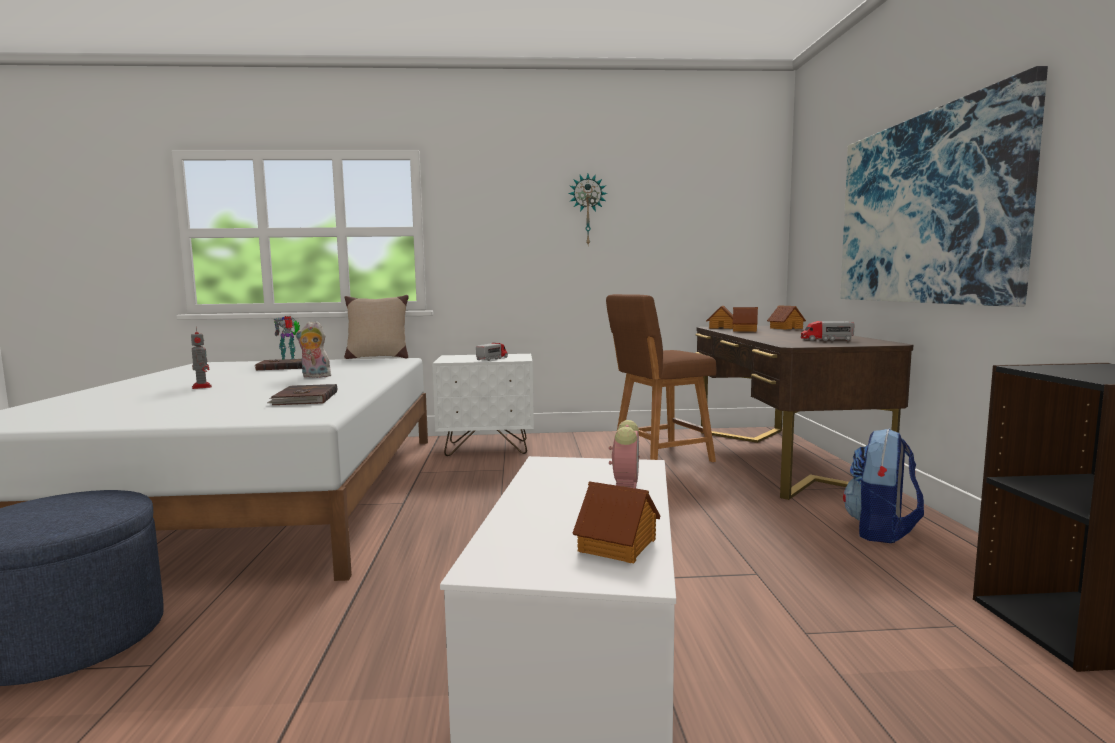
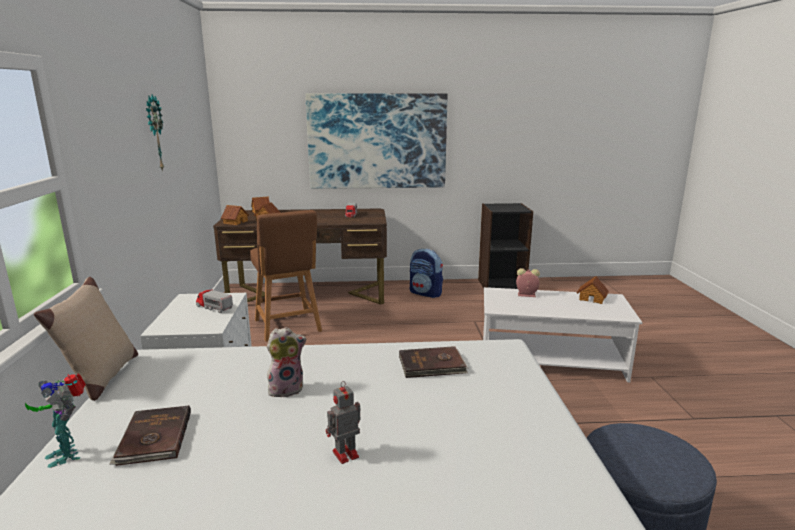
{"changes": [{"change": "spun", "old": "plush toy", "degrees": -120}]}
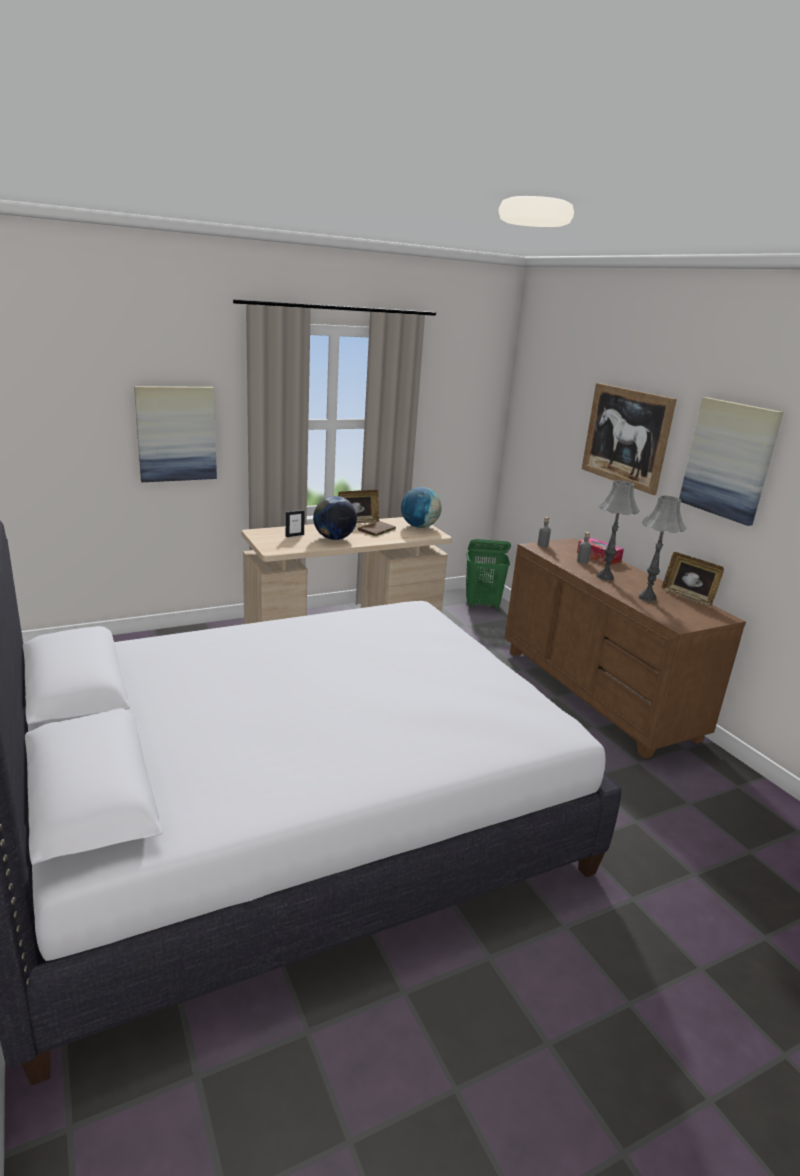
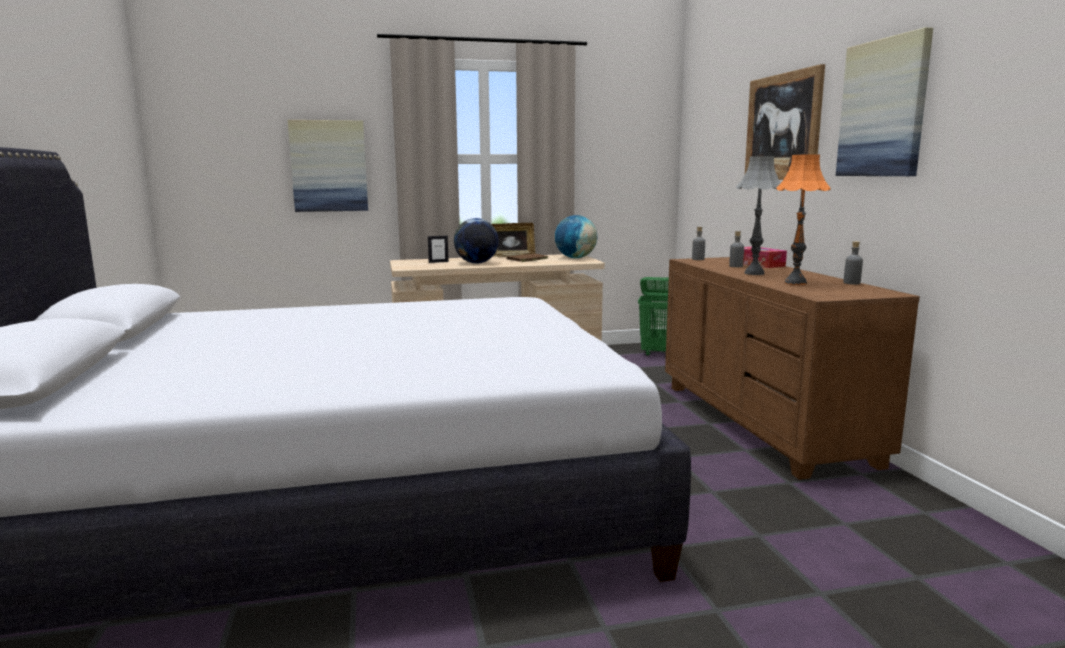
{"changes": [{"change": "colour", "old": "gray lamp for a table (no. 2 from left)", "new": "orangey lamp for a table"}, {"change": "exchanged", "old": "picture frame (no. 3 from left)", "new": "gray drink bottle (no. 3 from left)"}]}
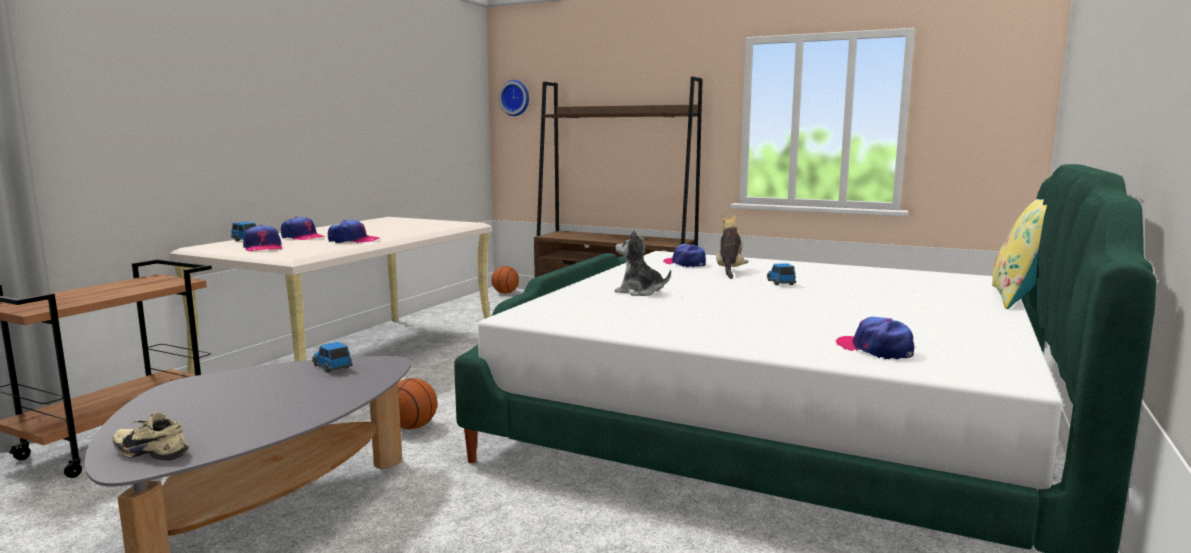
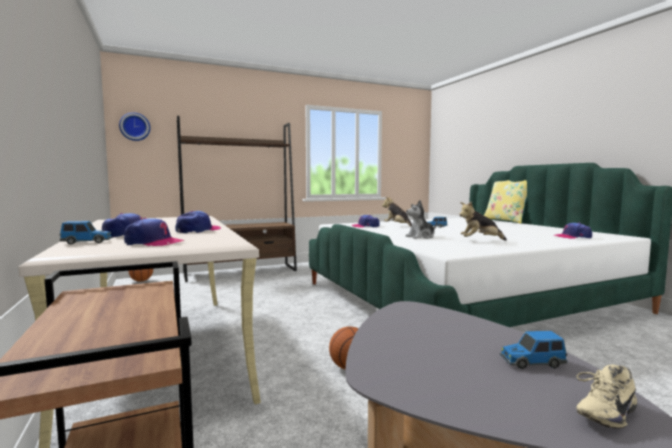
{"changes": [{"change": "relocated", "old": "toy car (no. 2 from left in the first image)", "new": "toy car (no. 3 from left)"}, {"change": "appeared", "new": "plush toy (no. 3 from left)"}]}
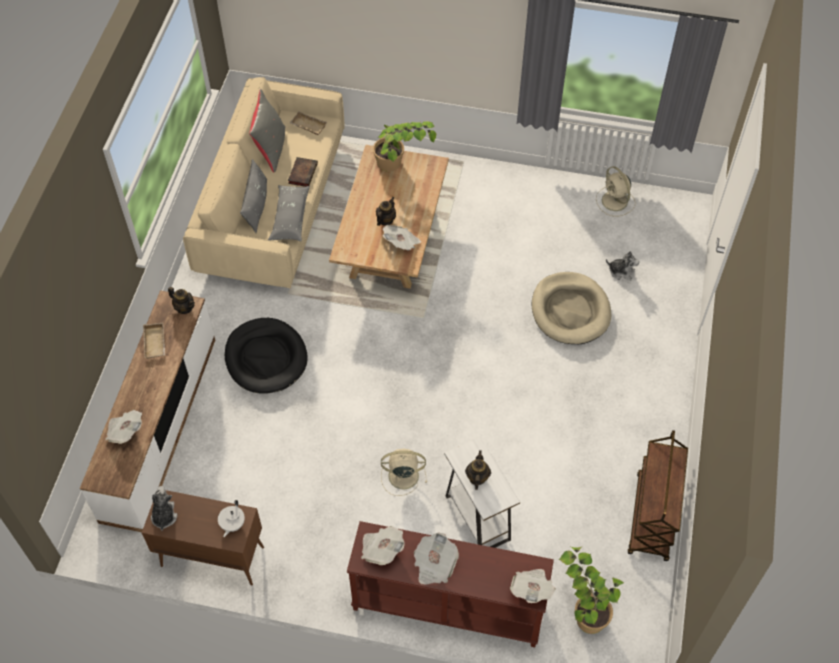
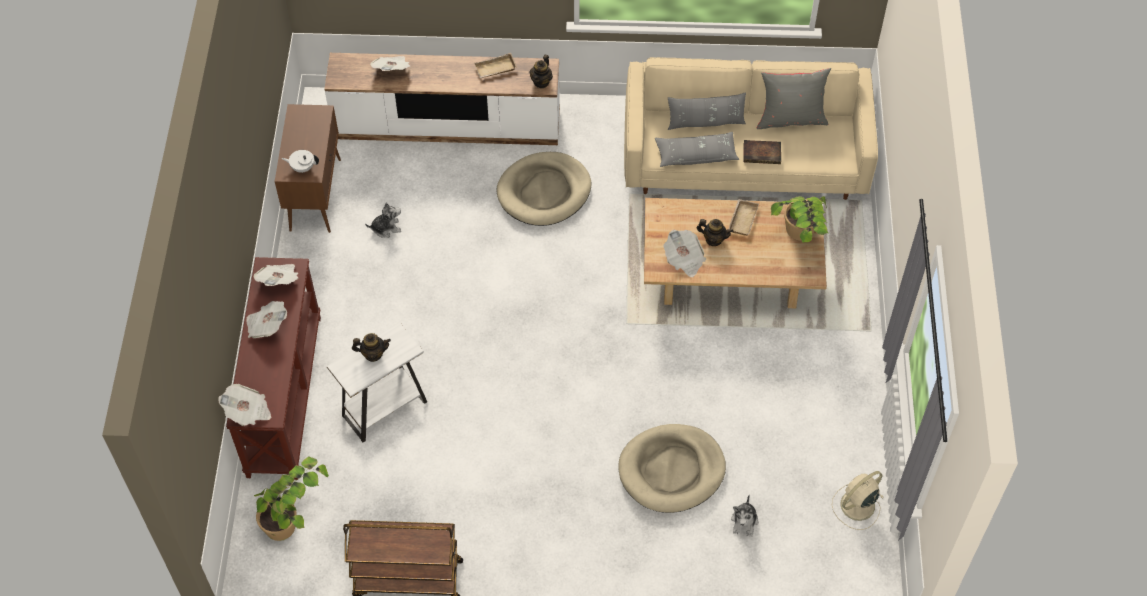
{"changes": [{"change": "relocated", "old": "sand-coloured serving tray (no. 2 from left)"}, {"change": "colour", "old": "black pet bed", "new": "sand-coloured pet bed (no. 1 from left)"}, {"change": "missing", "old": "sand-coloured electric fan (no. 1 from left)"}, {"change": "relocated", "old": "plush toy (no. 1 from left)"}]}
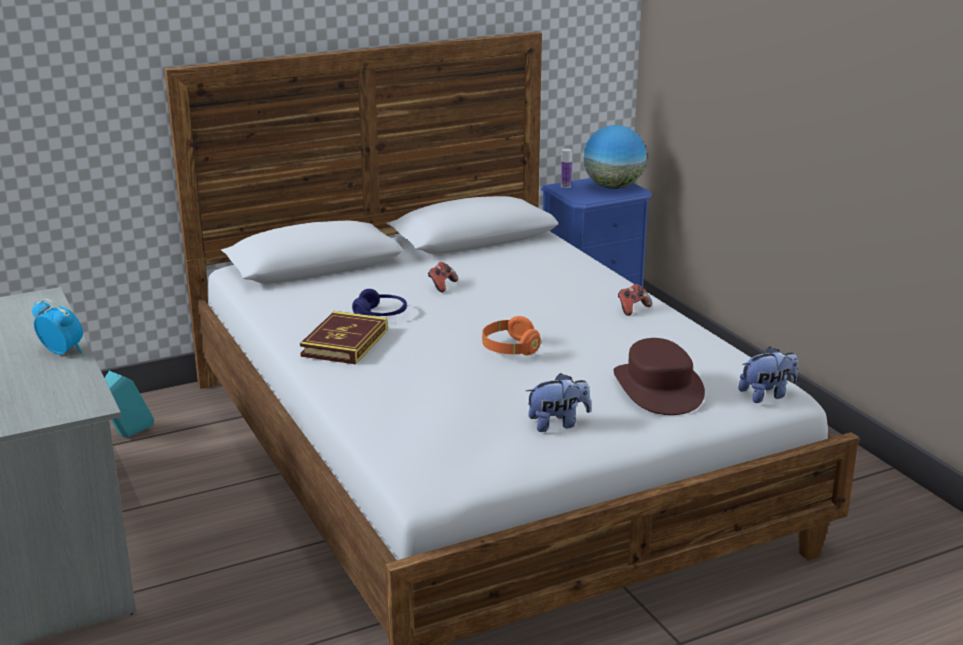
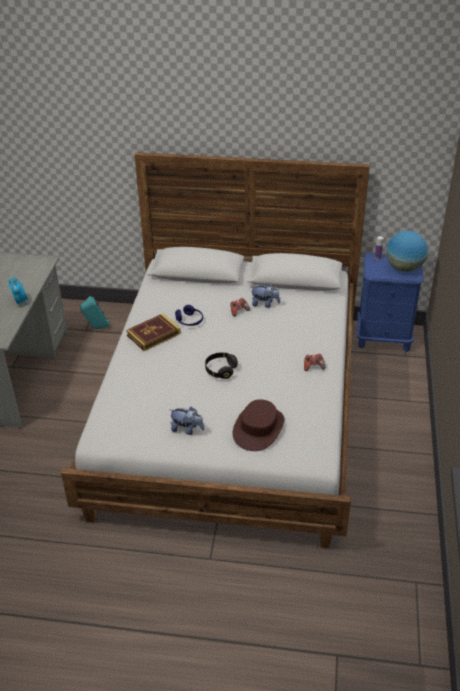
{"changes": [{"change": "colour", "old": "orangey headphones", "new": "black headphones"}, {"change": "relocated", "old": "plush toy (no. 2 from left)"}]}
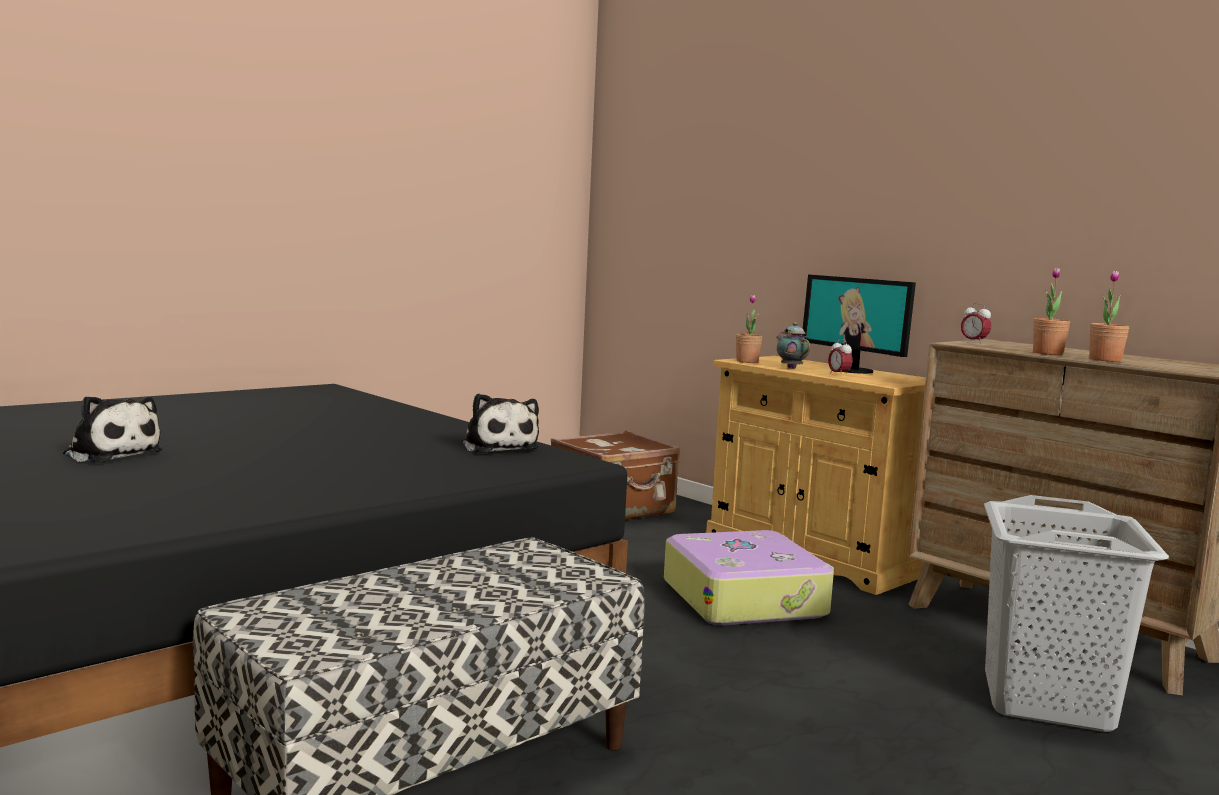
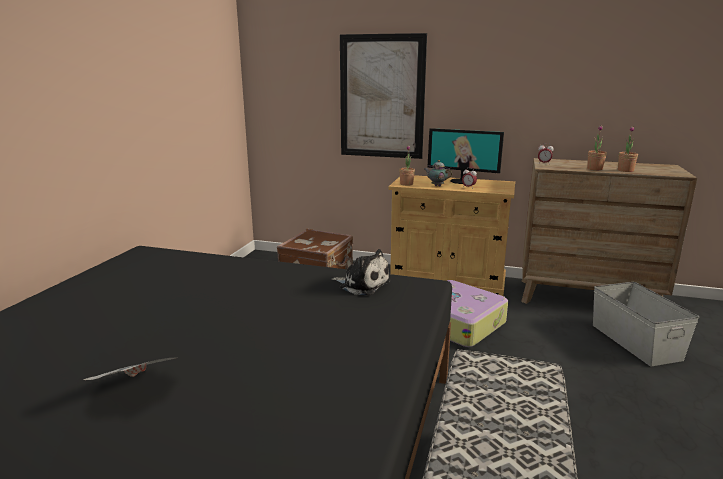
{"changes": [{"change": "exchanged", "old": "plush toy (no. 1 from left)", "new": "printed paper"}, {"change": "exchanged", "old": "gray washing basket", "new": "gray storage box"}, {"change": "appeared", "new": "wall picture"}]}
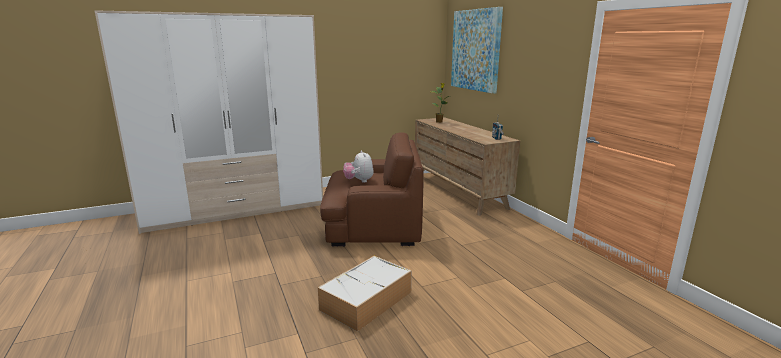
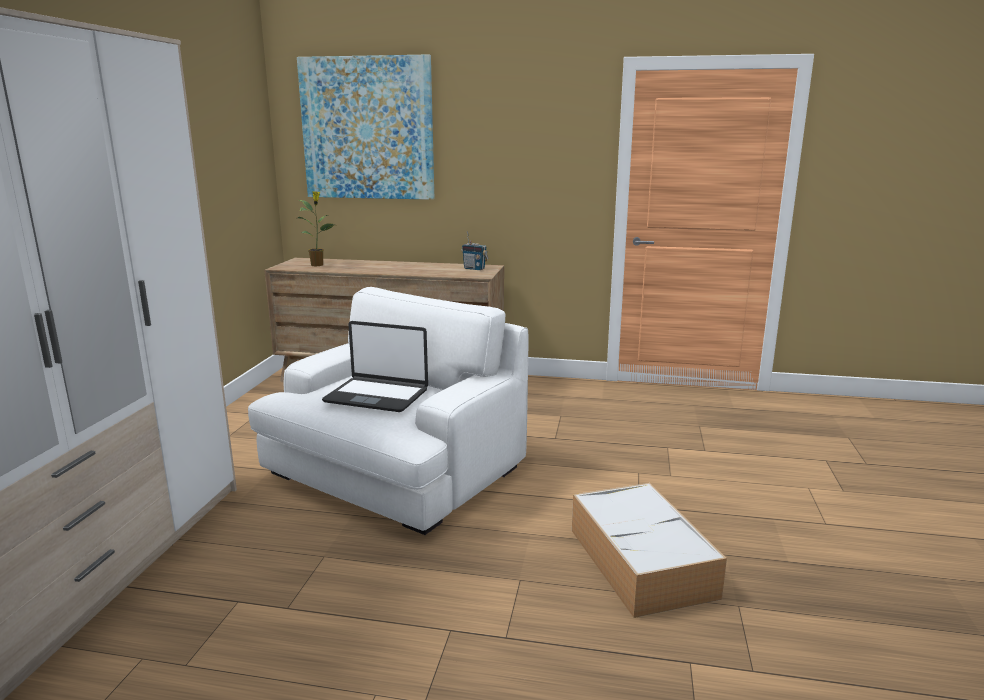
{"changes": [{"change": "colour", "old": "brown-coloured armchair", "new": "white armchair"}, {"change": "exchanged", "old": "plush toy", "new": "laptop"}]}
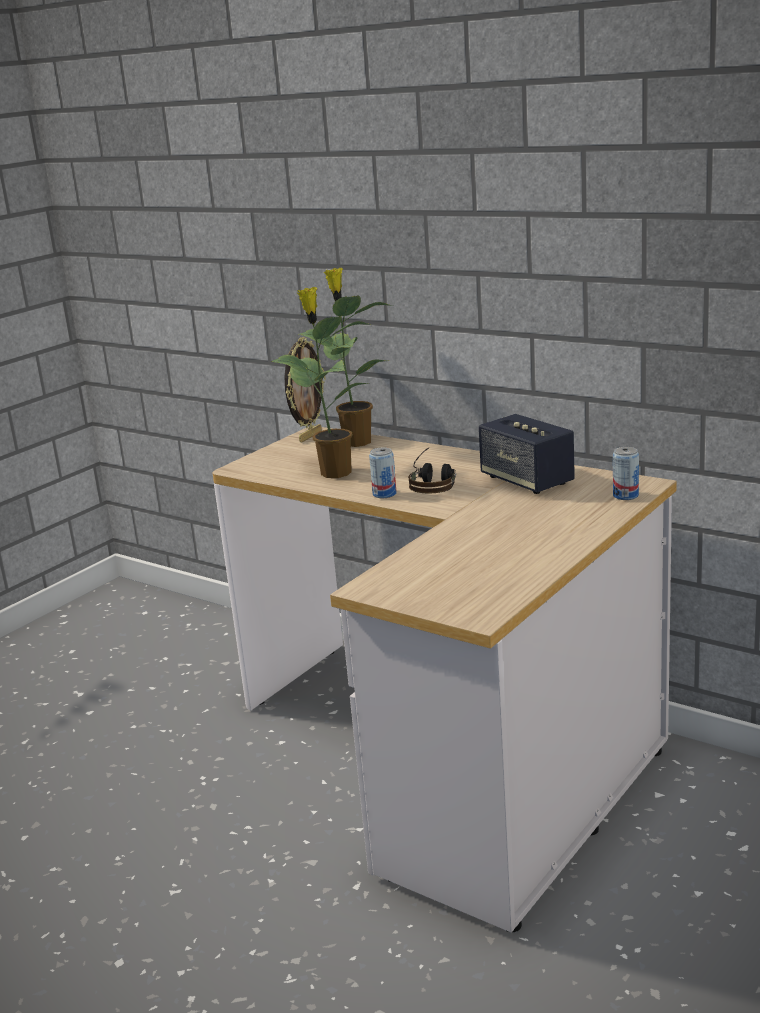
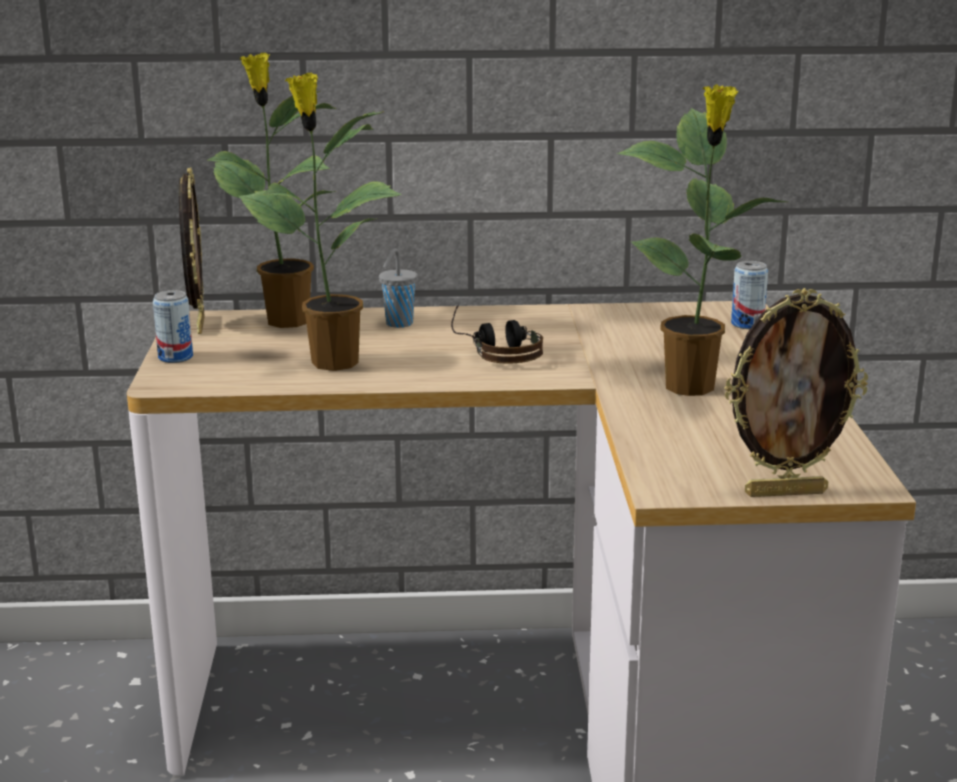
{"changes": [{"change": "missing", "old": "loudspeaker"}, {"change": "relocated", "old": "sealed can (no. 1 from left)"}, {"change": "appeared", "new": "houseplant (no. 3 from left)"}, {"change": "appeared", "new": "gray drinking cup"}, {"change": "appeared", "new": "picture frame (no. 2 from left)"}]}
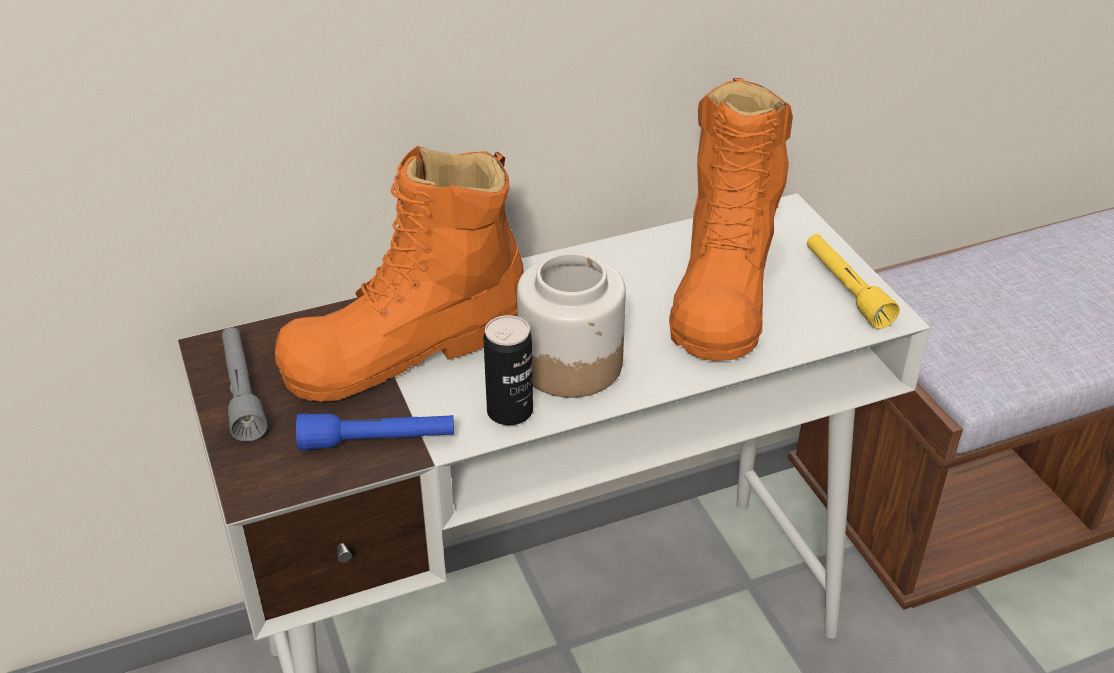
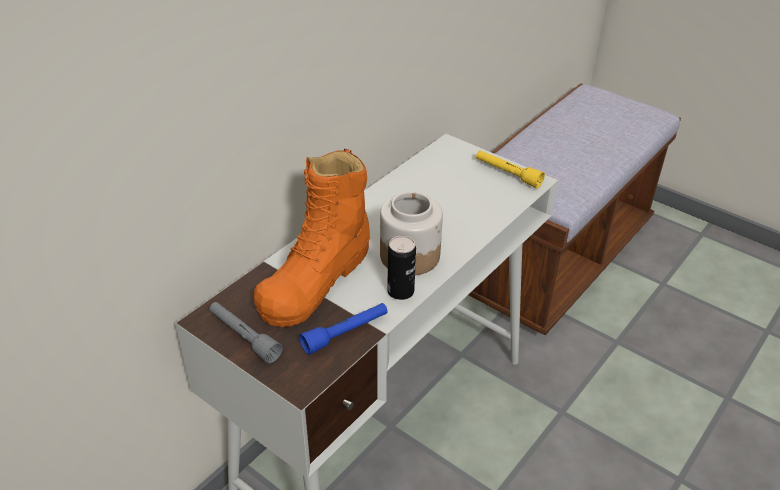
{"changes": [{"change": "missing", "old": "orangey boot (no. 2 from left)"}]}
